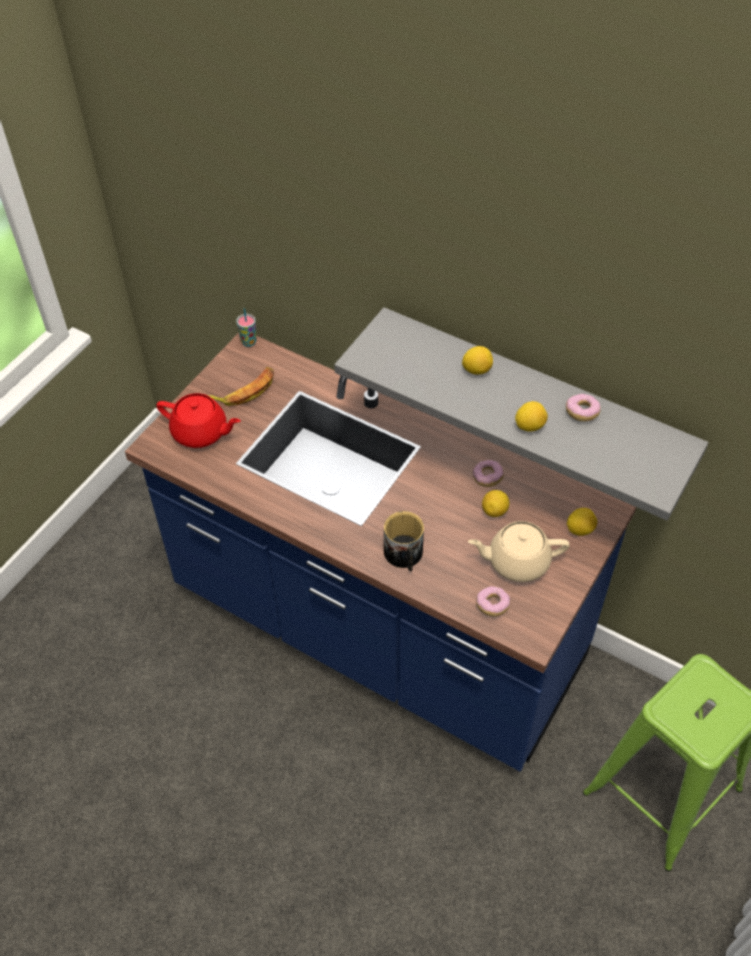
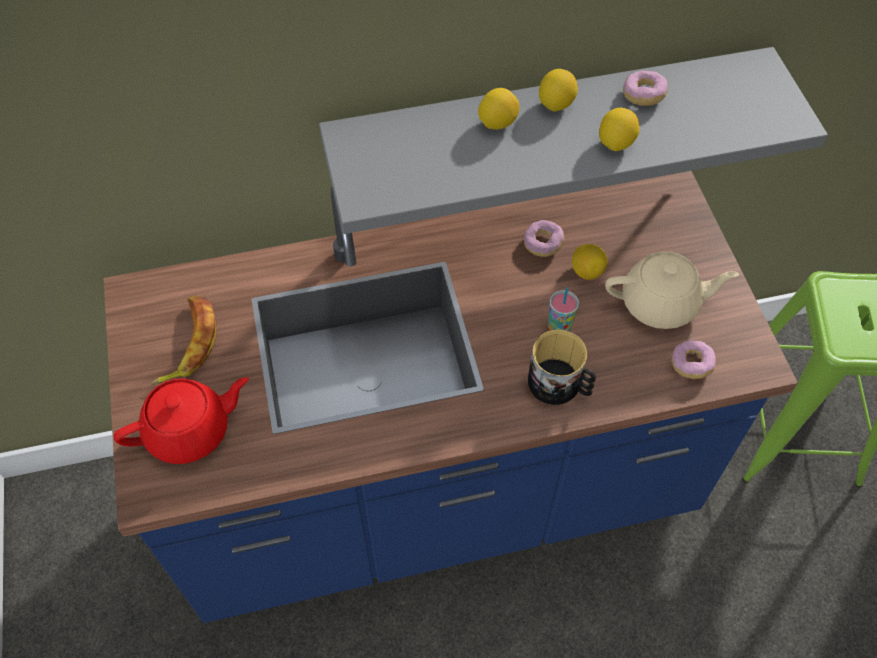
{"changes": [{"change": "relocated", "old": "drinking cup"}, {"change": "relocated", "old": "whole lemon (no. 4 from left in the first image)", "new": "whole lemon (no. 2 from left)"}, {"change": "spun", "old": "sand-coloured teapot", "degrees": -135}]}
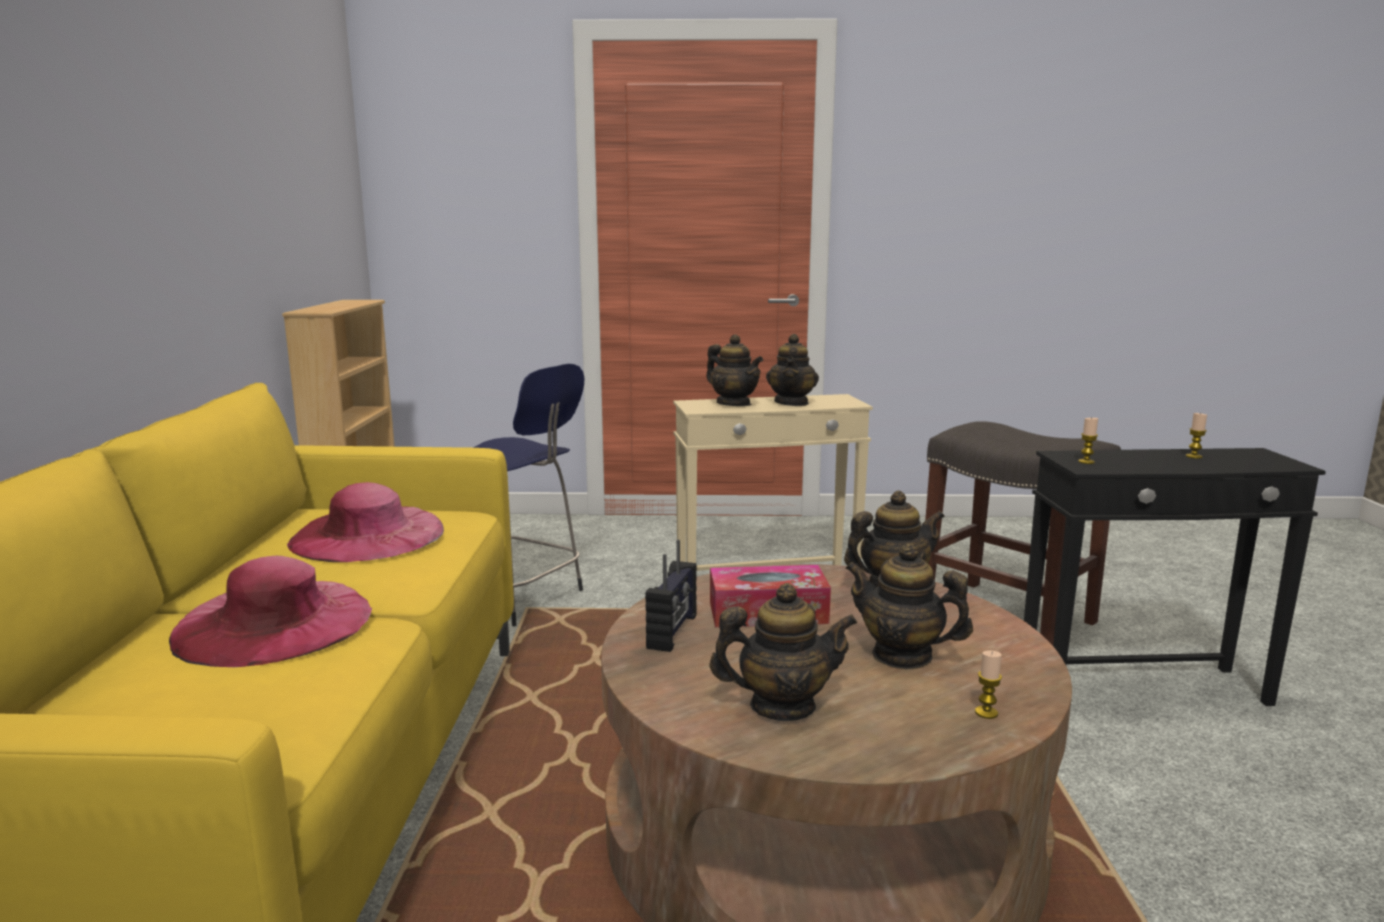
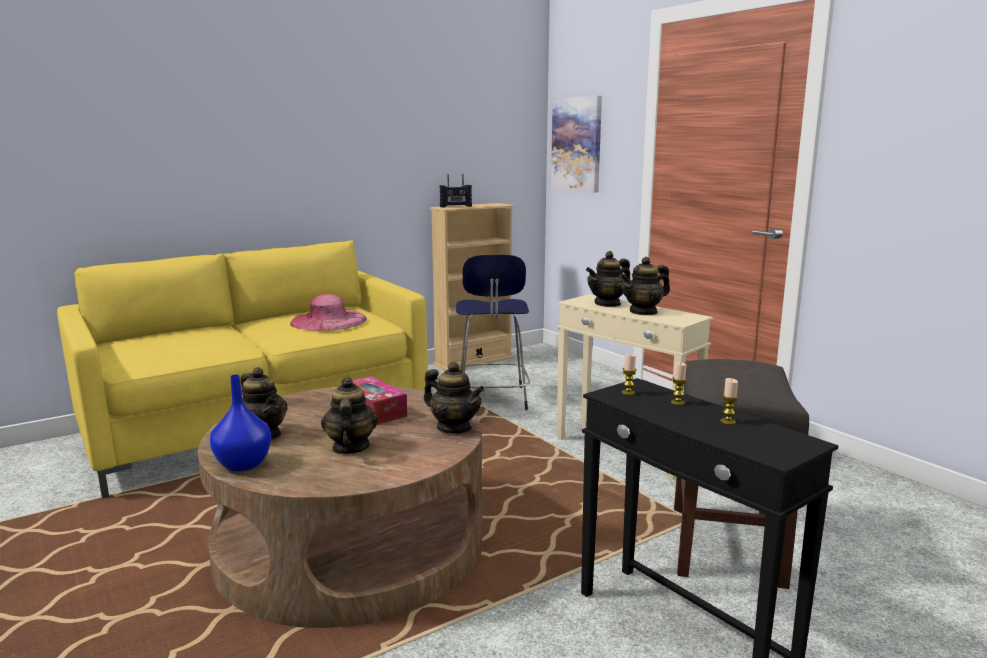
{"changes": [{"change": "spun", "old": "teapot (no. 1 from left in the first image)", "degrees": 45}, {"change": "relocated", "old": "radio"}, {"change": "missing", "old": "pinkish hat (no. 1 from left)"}, {"change": "relocated", "old": "wax candle (no. 1 from left in the first image)", "new": "wax candle (no. 2 from left)"}, {"change": "appeared", "new": "wall picture"}, {"change": "appeared", "new": "blue-coloured decorative vase"}]}
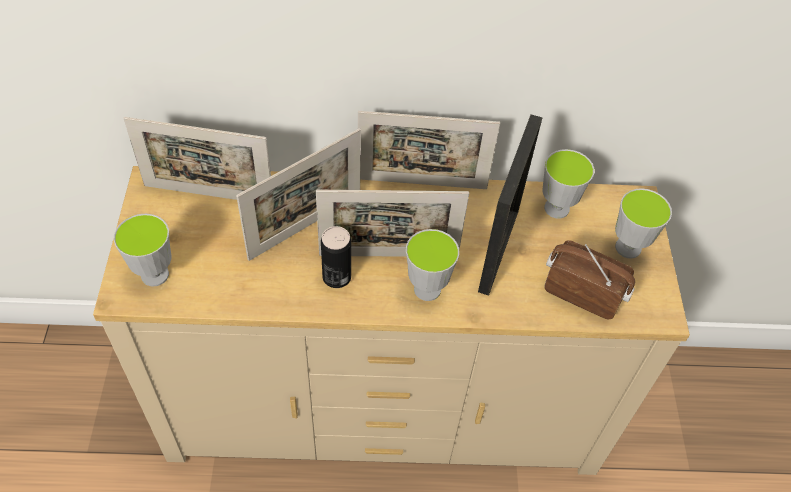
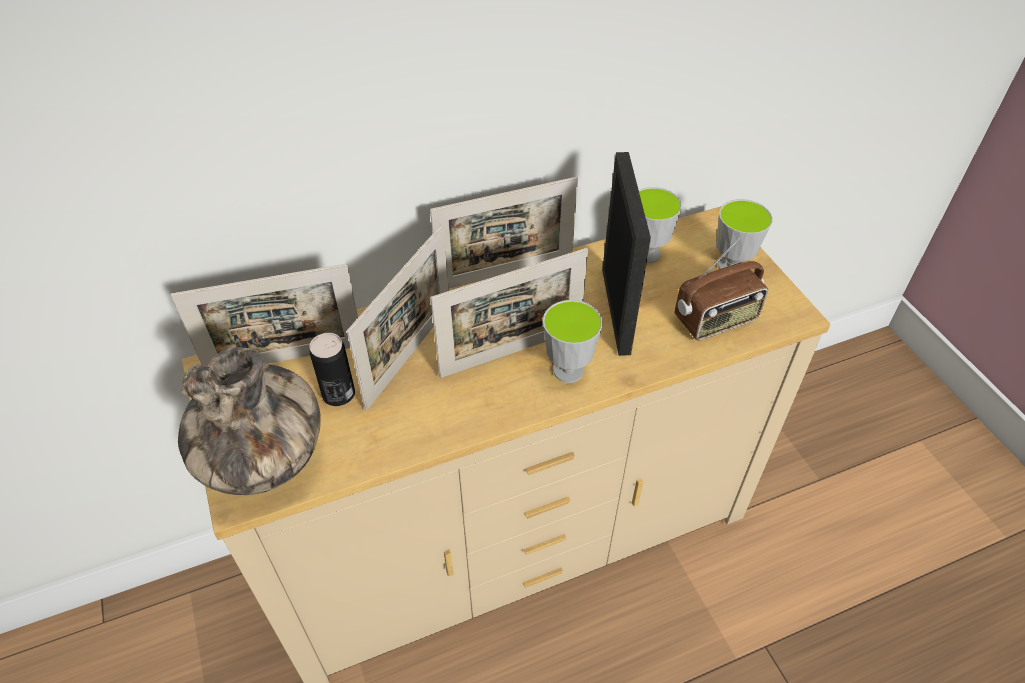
{"changes": [{"change": "exchanged", "old": "drinking cup (no. 1 from left)", "new": "decorative vase"}, {"change": "relocated", "old": "sealed can"}, {"change": "spun", "old": "radio", "degrees": 150}]}
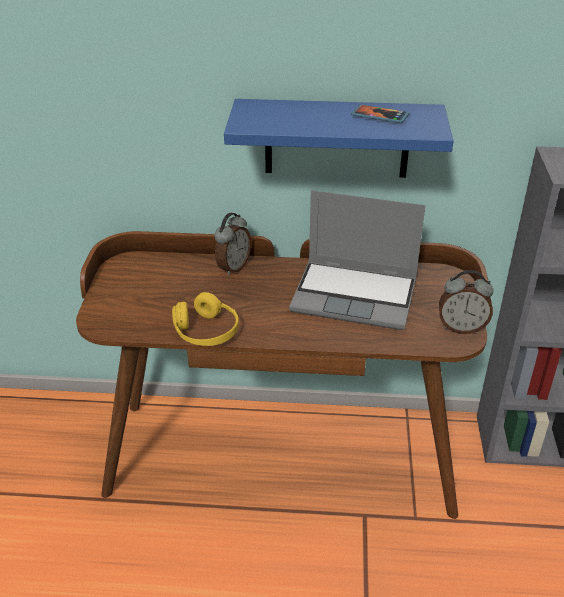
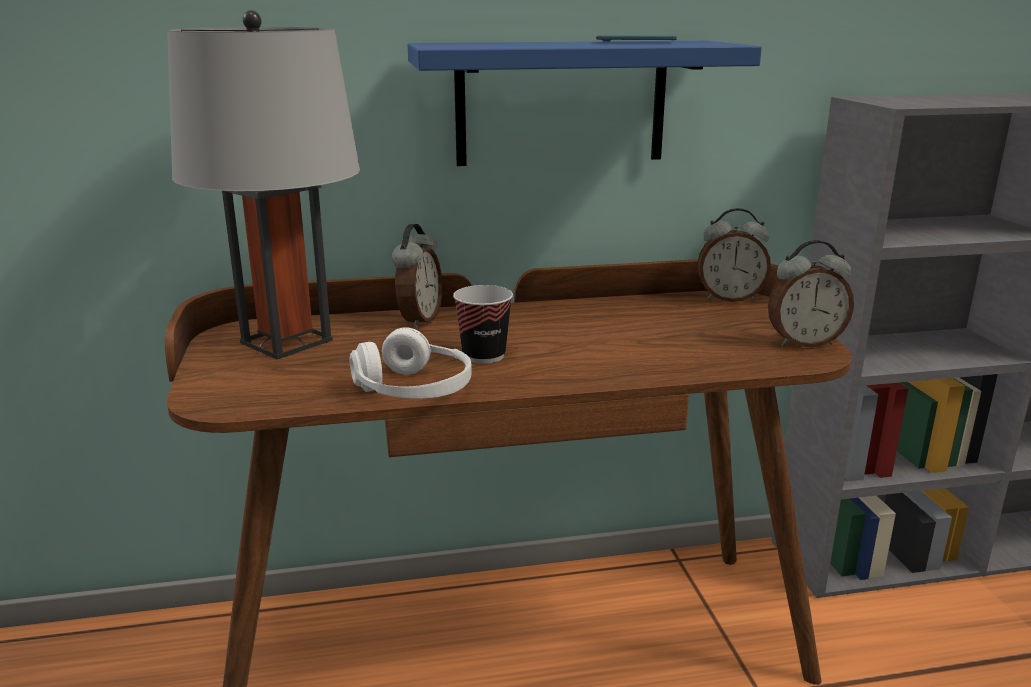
{"changes": [{"change": "missing", "old": "laptop"}, {"change": "colour", "old": "yellow-coloured headphones", "new": "white headphones"}, {"change": "appeared", "new": "gray lamp for a table"}, {"change": "appeared", "new": "alarm clock (no. 2 from left)"}, {"change": "appeared", "new": "drinking cup"}]}
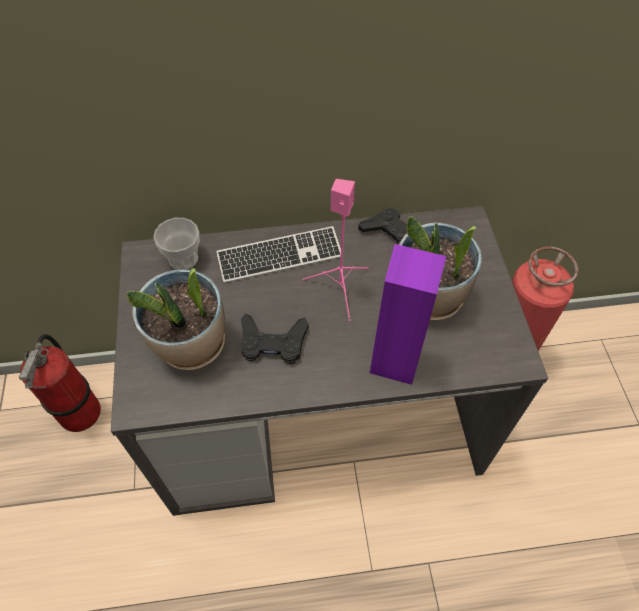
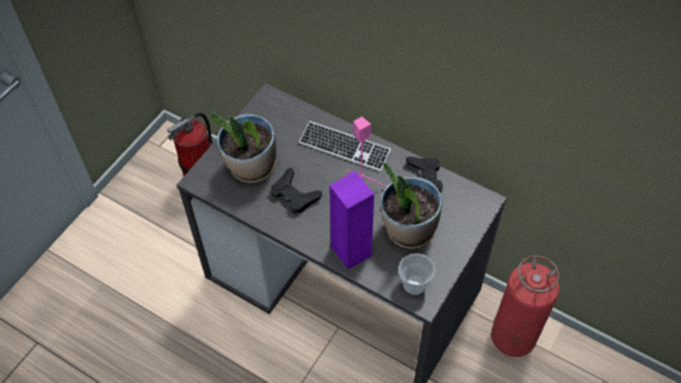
{"changes": [{"change": "relocated", "old": "drinking cup"}]}
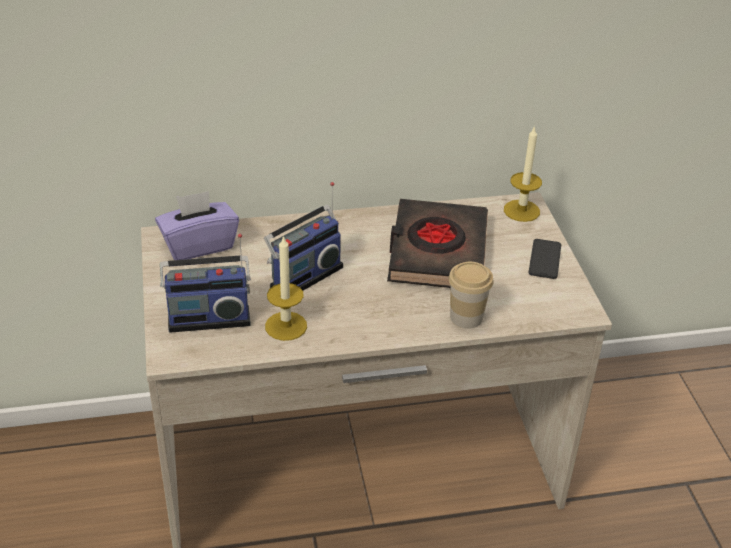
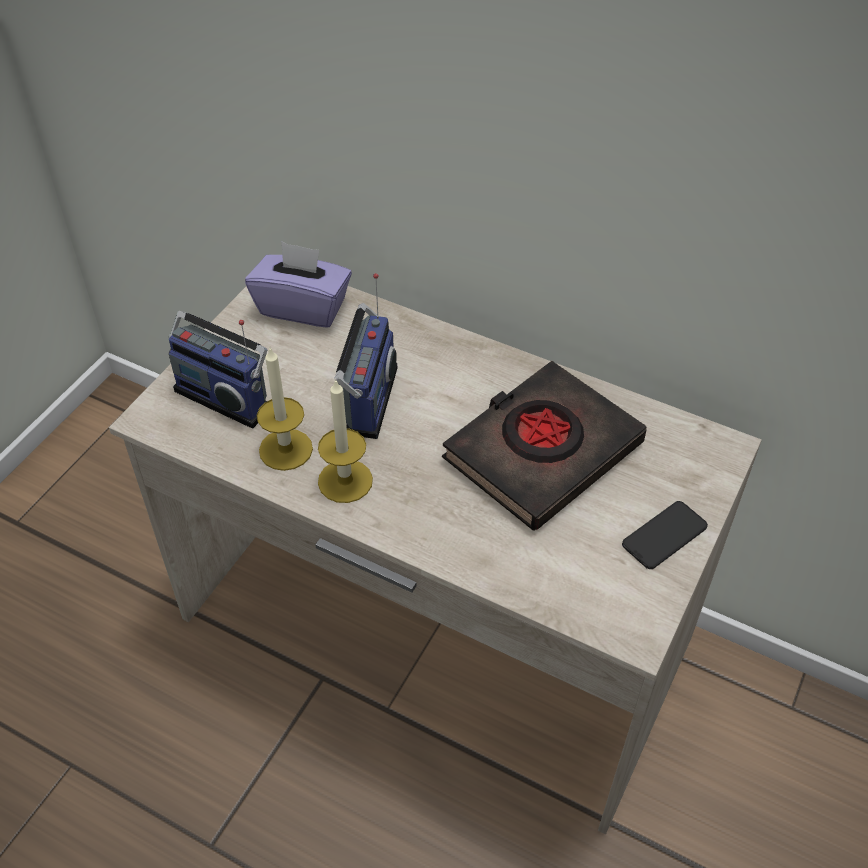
{"changes": [{"change": "relocated", "old": "wax candle (no. 2 from left)"}, {"change": "spun", "old": "radio (no. 2 from left)", "degrees": -75}, {"change": "missing", "old": "drinking cup"}]}
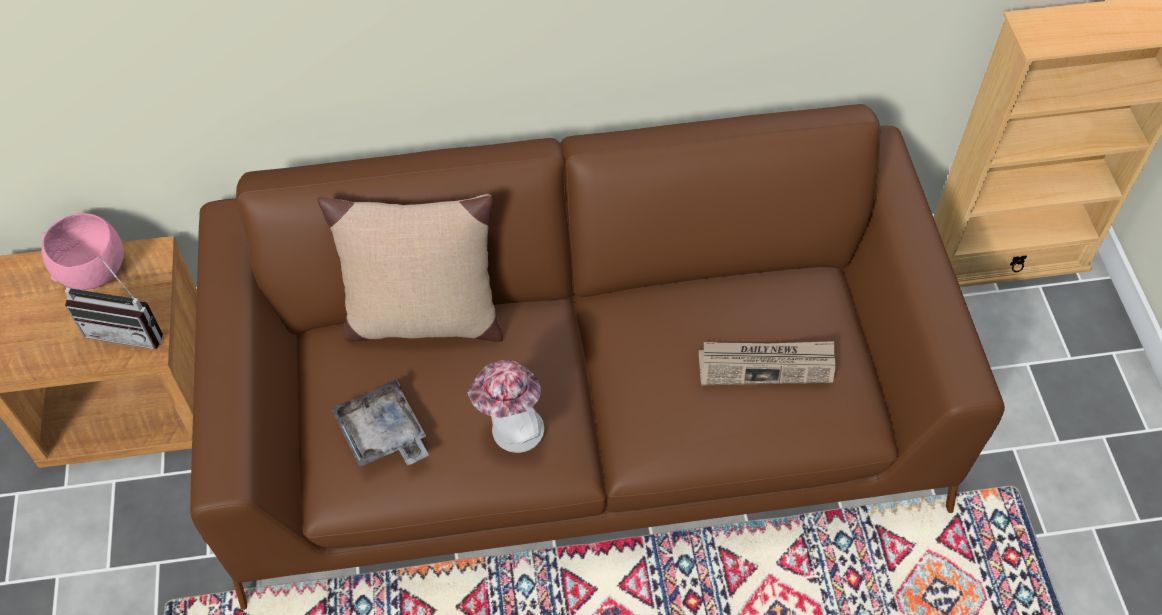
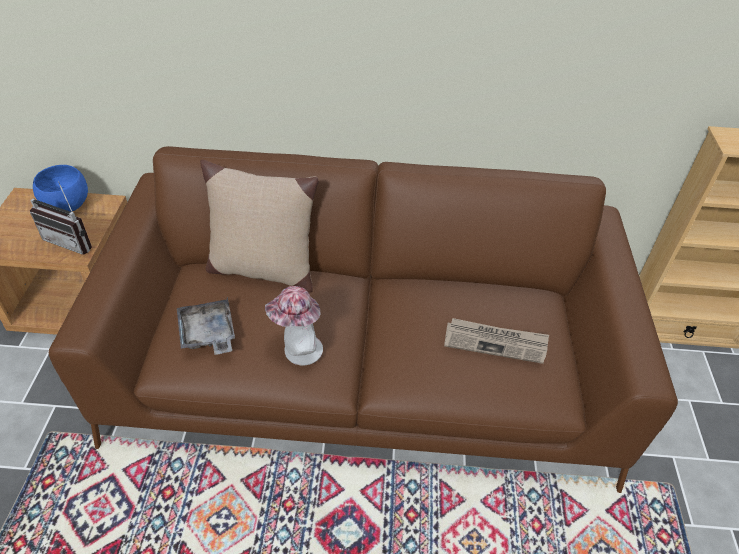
{"changes": [{"change": "colour", "old": "pinkish bowl", "new": "blue-coloured bowl"}]}
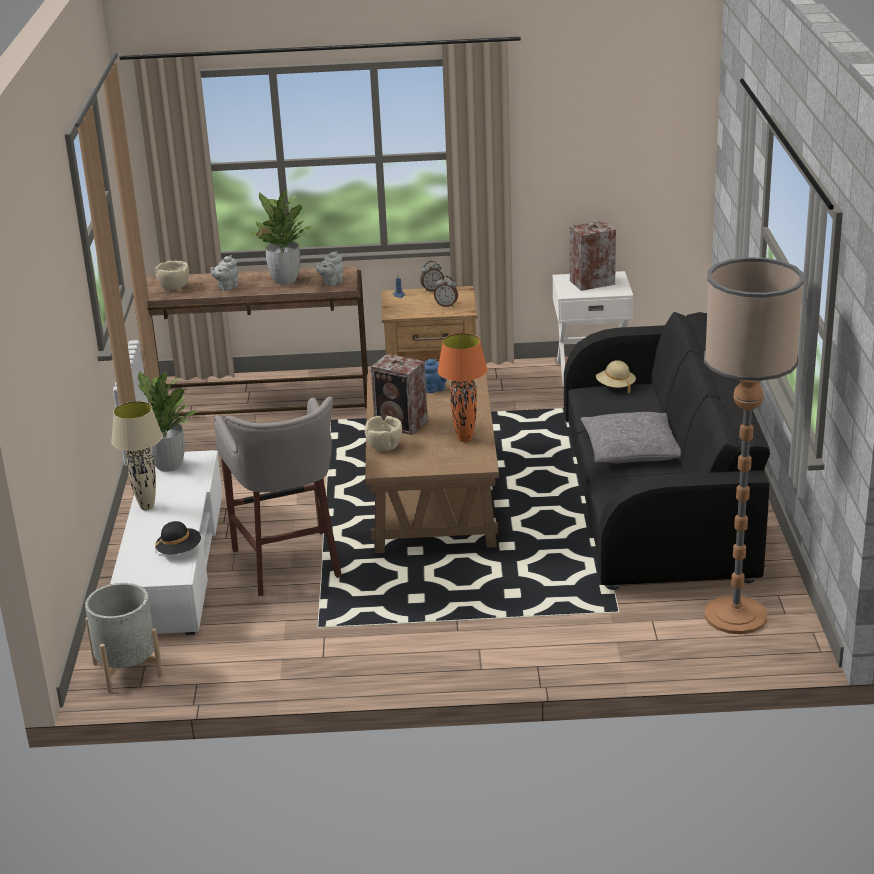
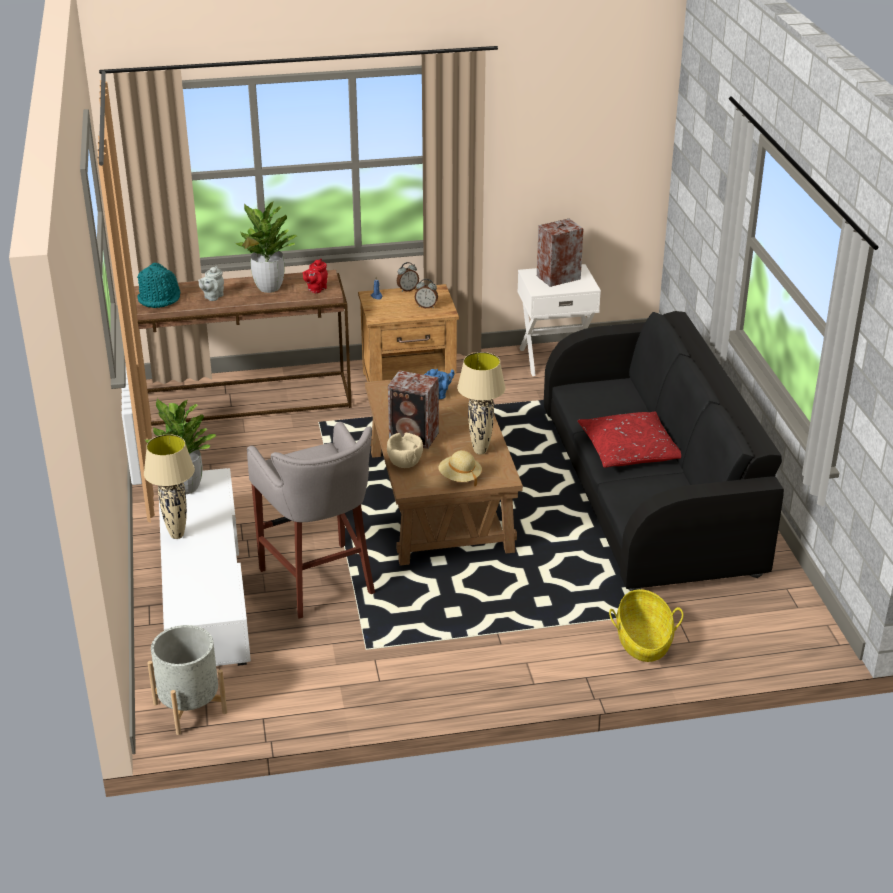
{"changes": [{"change": "colour", "old": "gray teapot (no. 2 from left)", "new": "red-coloured teapot"}, {"change": "missing", "old": "standard lamp"}, {"change": "exchanged", "old": "sand-coloured bowl (no. 1 from left)", "new": "turquoise hat"}, {"change": "colour", "old": "orangey lamp for a table", "new": "sand-coloured lamp for a table (no. 2 from left)"}, {"change": "relocated", "old": "sand-coloured hat"}, {"change": "colour", "old": "gray throw pillow", "new": "red-coloured throw pillow"}, {"change": "missing", "old": "black hat"}, {"change": "appeared", "new": "storage basket"}]}
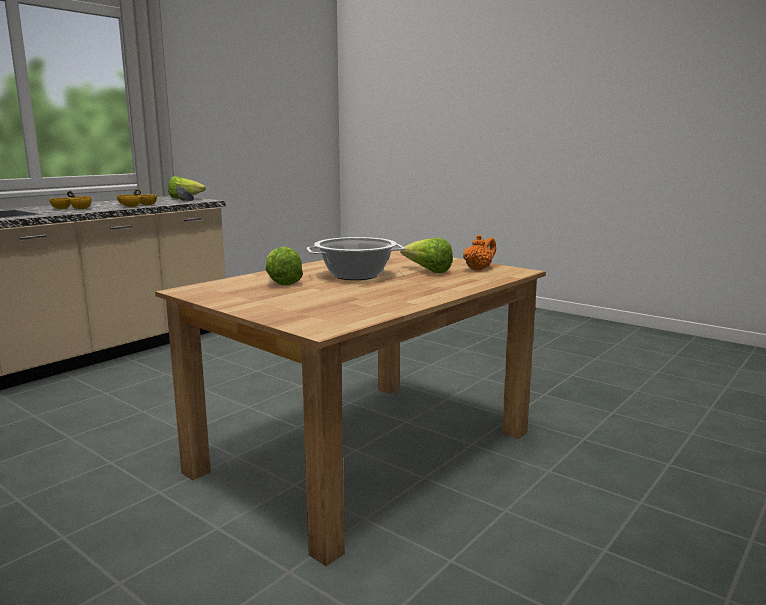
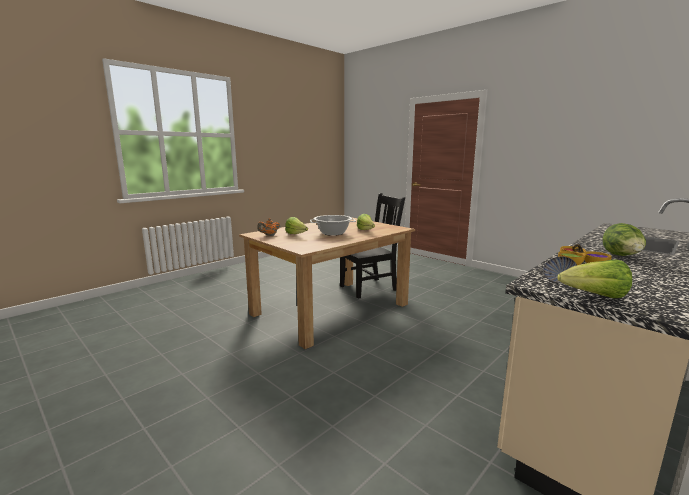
{"changes": [{"change": "exchanged", "old": "bowl (no. 1 from left)", "new": "head of lettuce (no. 4 from left)"}, {"change": "appeared", "new": "black chair"}]}
